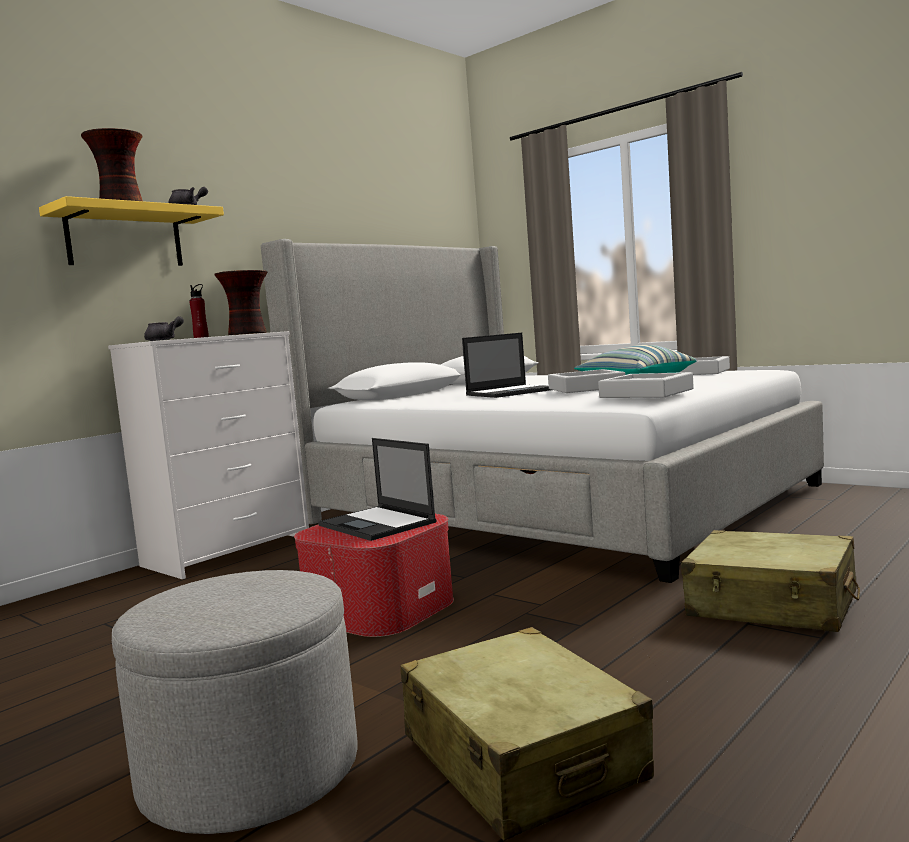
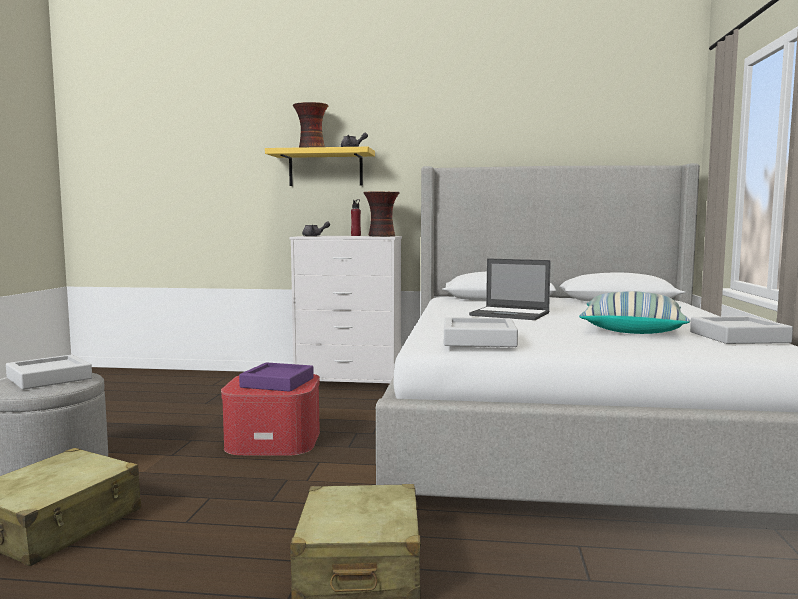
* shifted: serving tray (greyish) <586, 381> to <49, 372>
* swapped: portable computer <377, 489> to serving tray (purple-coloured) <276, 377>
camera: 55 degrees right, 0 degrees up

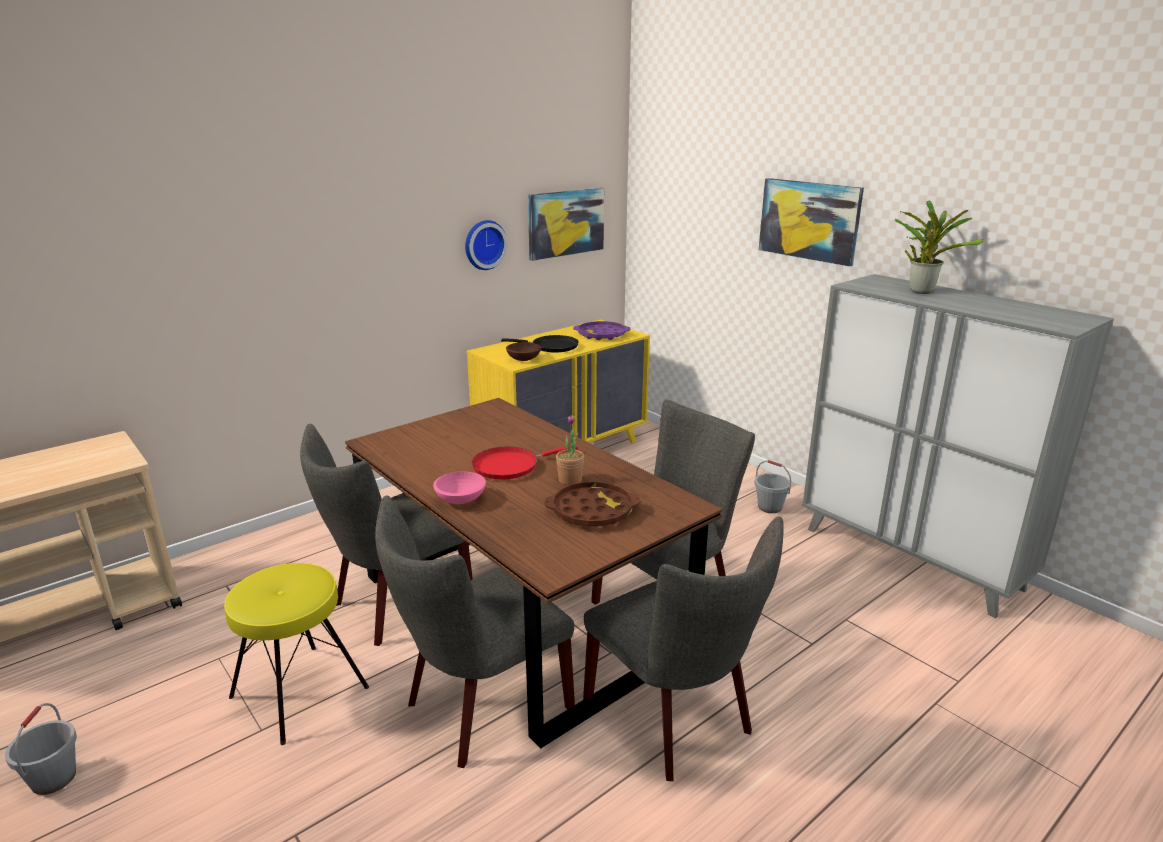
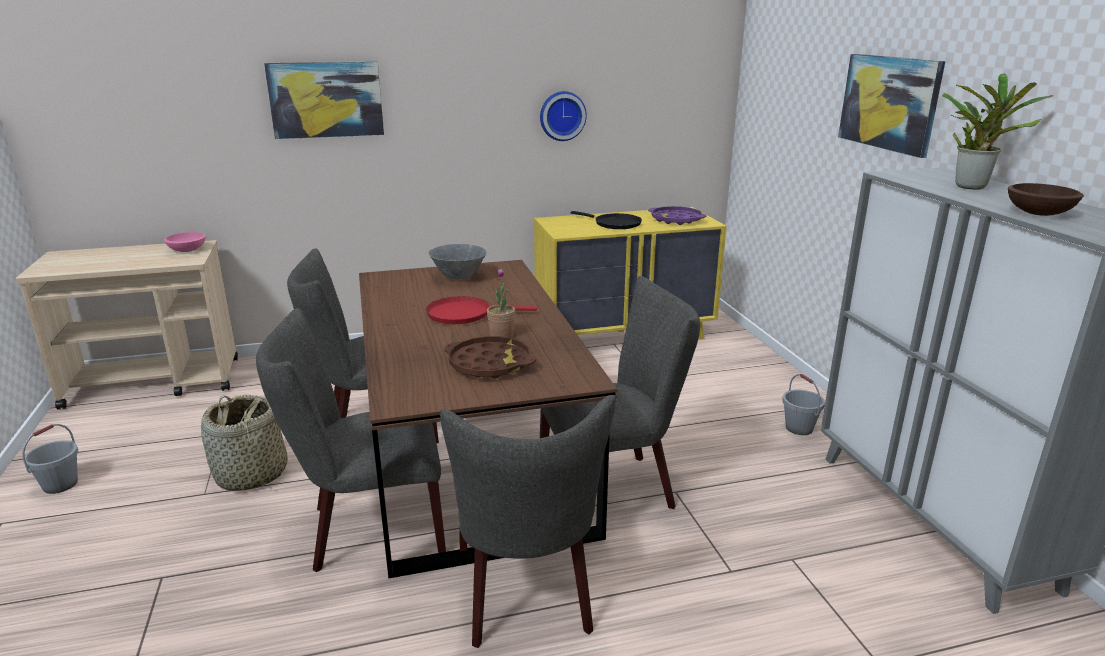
* new: deep dish (greyish) <457, 261>
* shifted: deep dish (pink-coloured) <459, 488> to <185, 242>
* shifted: deep dish (brown-coloured) <523, 351> to <1046, 199>
* shifted: picture <566, 224> to <324, 100>
* swapped: stool seat (yellowish) <296, 654> to household basket <244, 443>
camera: 25 degrees right, 0 degrees up

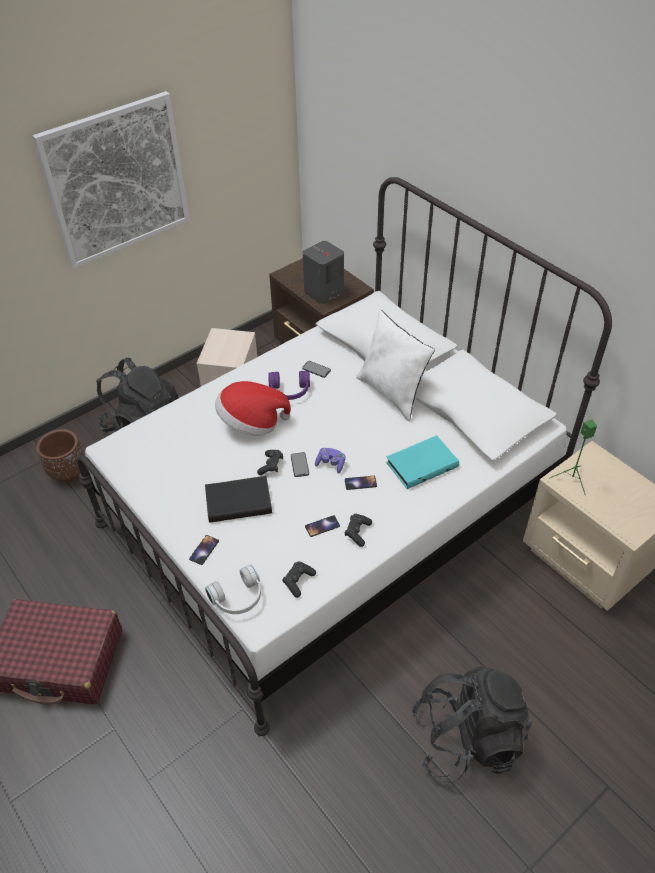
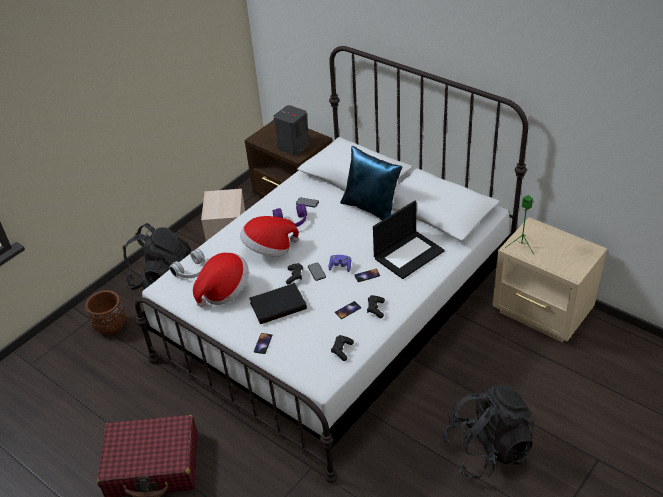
* gone: picture <111, 180>
* new: wearable hat <221, 280>
* shifted: headset (white-coloured) <233, 589> to <188, 263>
* swapped: book (turquoise-coloured) <422, 462> to portable computer <409, 240>
* repainted: pillow (white-coloured) <395, 365> to pillow (bluish) <371, 183>
camera: 10 degrees left, 5 degrees down

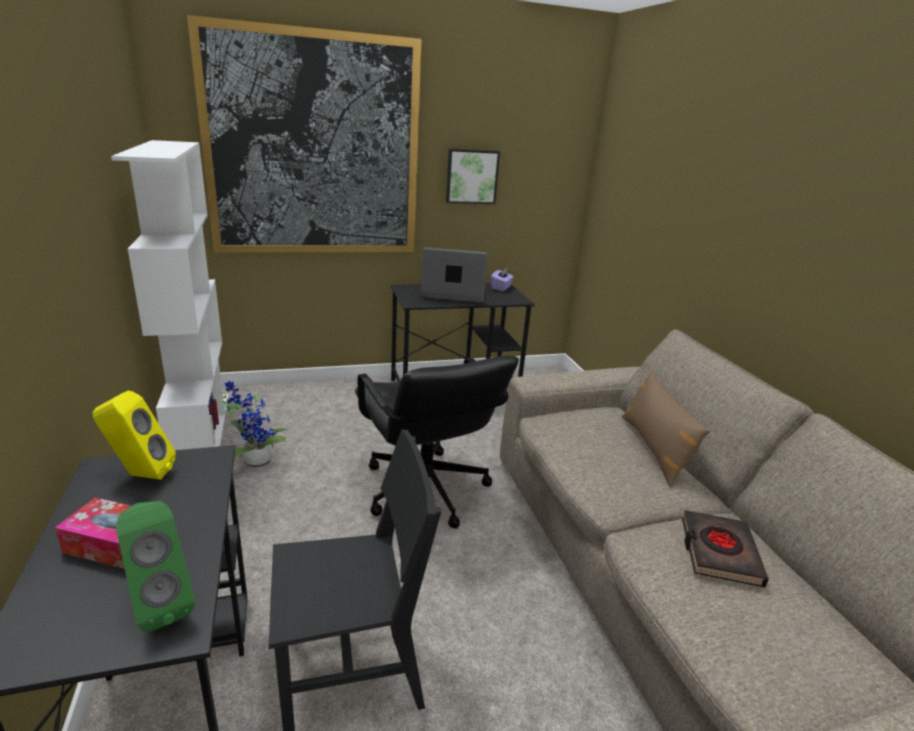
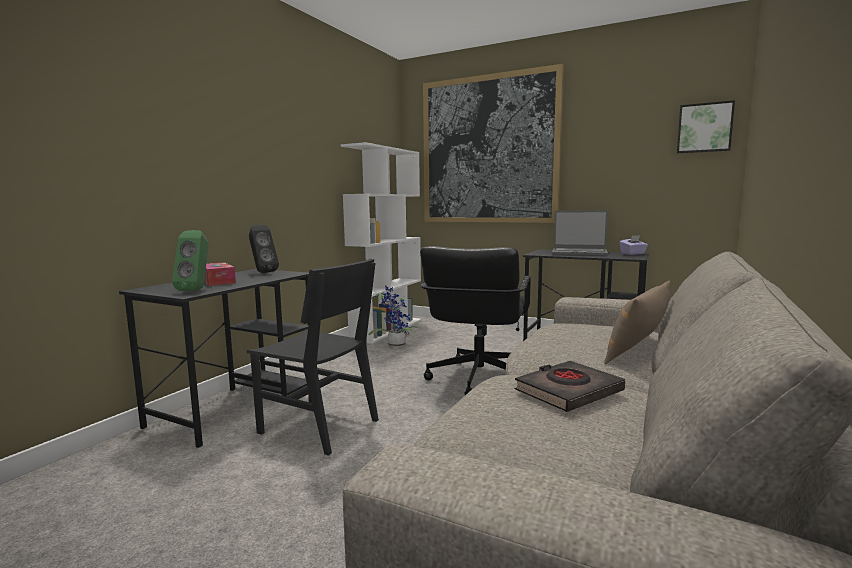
* shifted: picture <473, 176> to <706, 126>
* repainted: audio speaker (yellowish) <134, 435> to audio speaker (blackish) <264, 249>
* rotated: portable computer <454, 275> = <580, 233> 150 degrees clockwise
camera: 45 degrees right, 15 degrees down

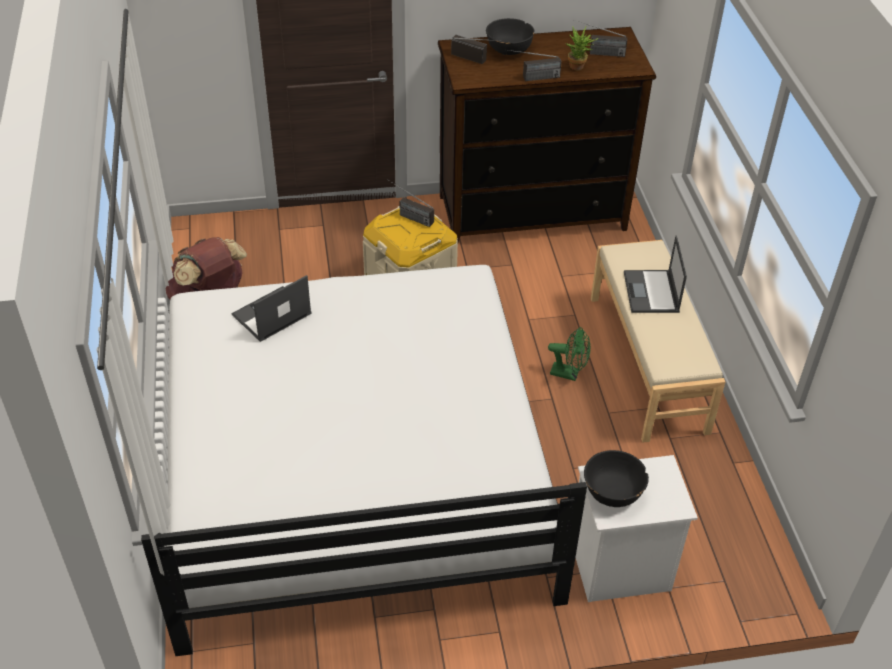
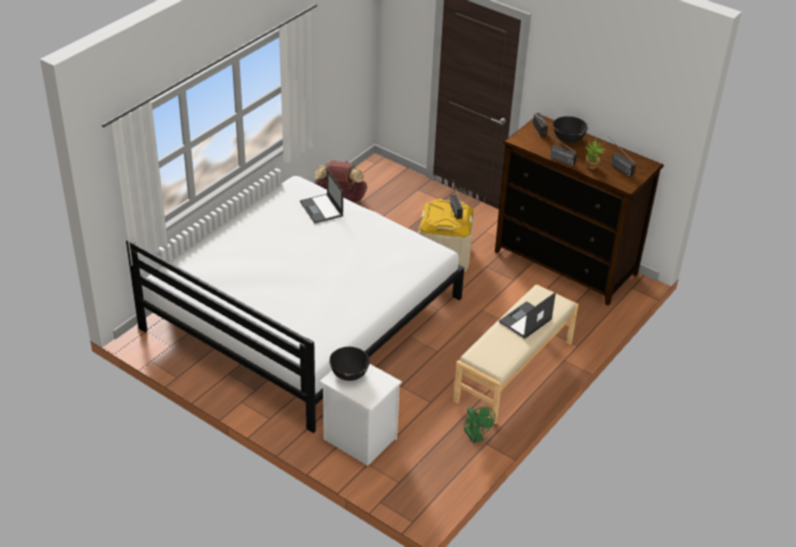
* shifted: fan (green) <569, 354> to <479, 425>
* rotated: portable computer <271, 308> = <321, 196> 120 degrees counterclockwise
camera: 45 degrees right, 5 degrees down

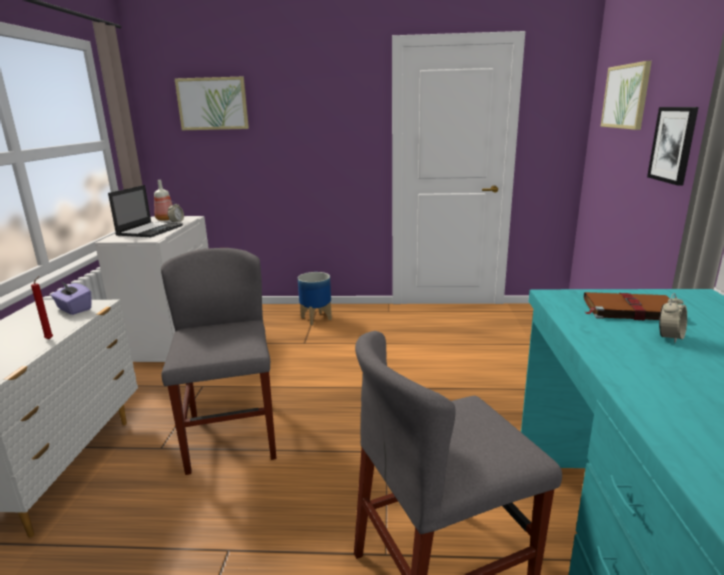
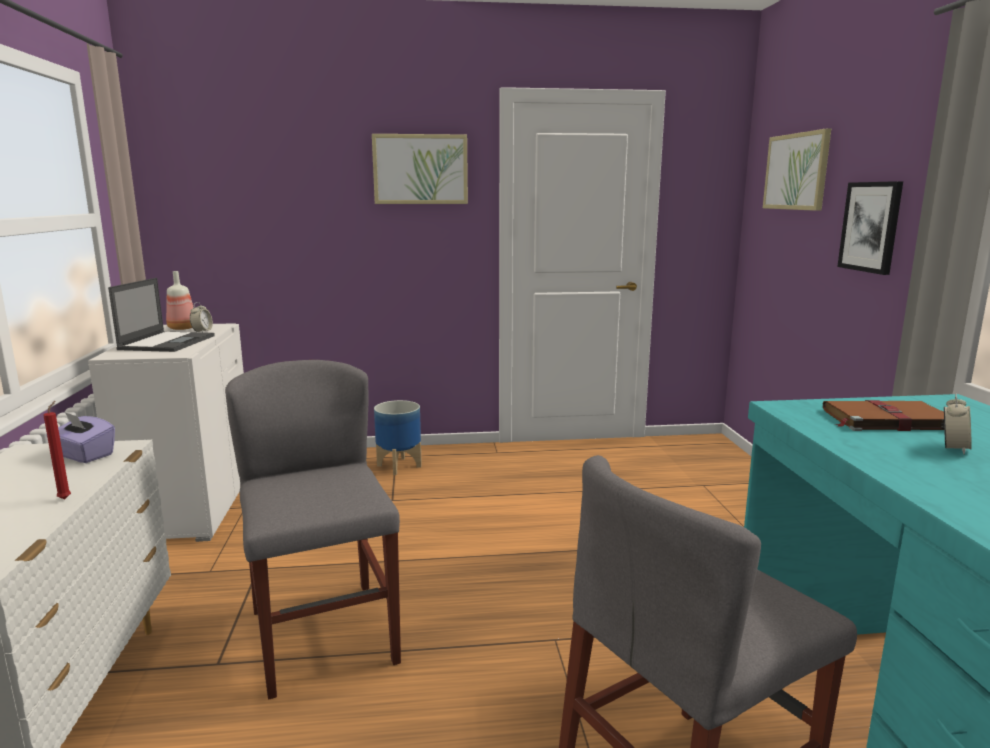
* shifted: picture <212, 103> to <420, 169>
camera: 10 degrees left, 5 degrees down

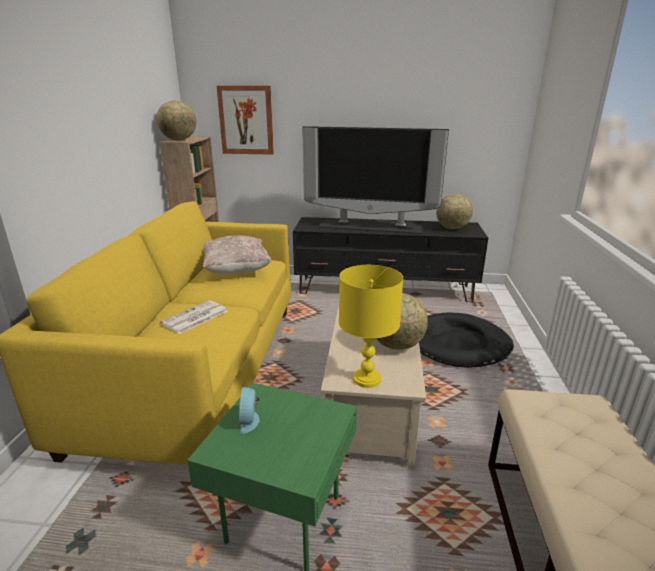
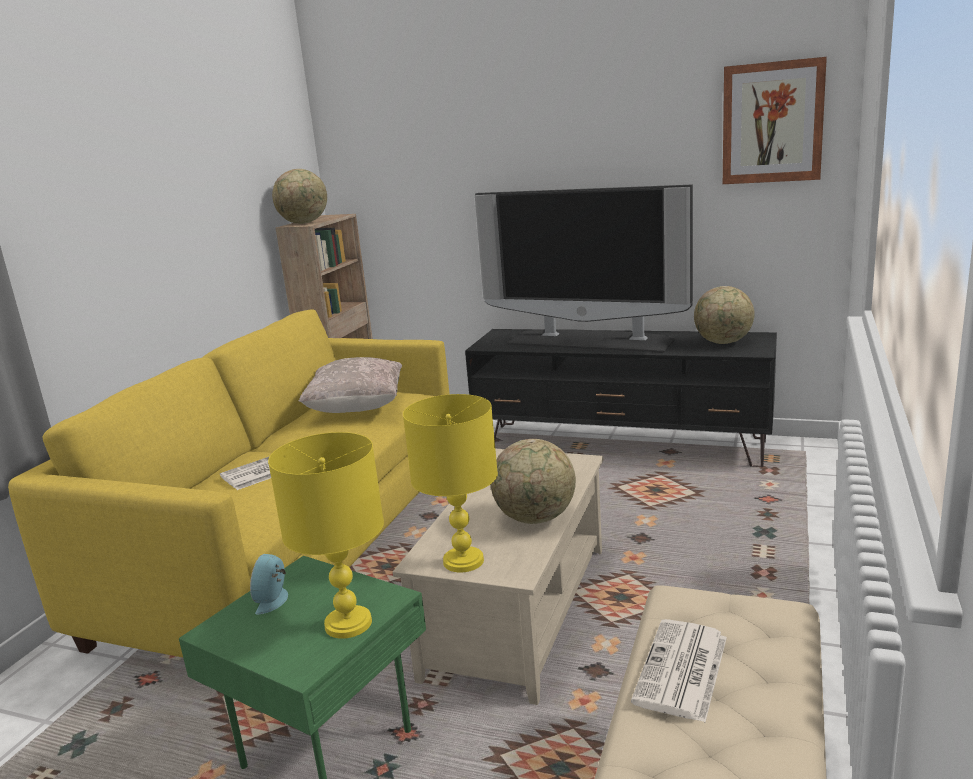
* gone: pet bed (blackish) <466, 340>
* new: table lamp (yellowish) <326, 535>
* new: printed paper <679, 670>
* shifted: picture <245, 120> to <775, 120>
camera: 15 degrees right, 5 degrees down

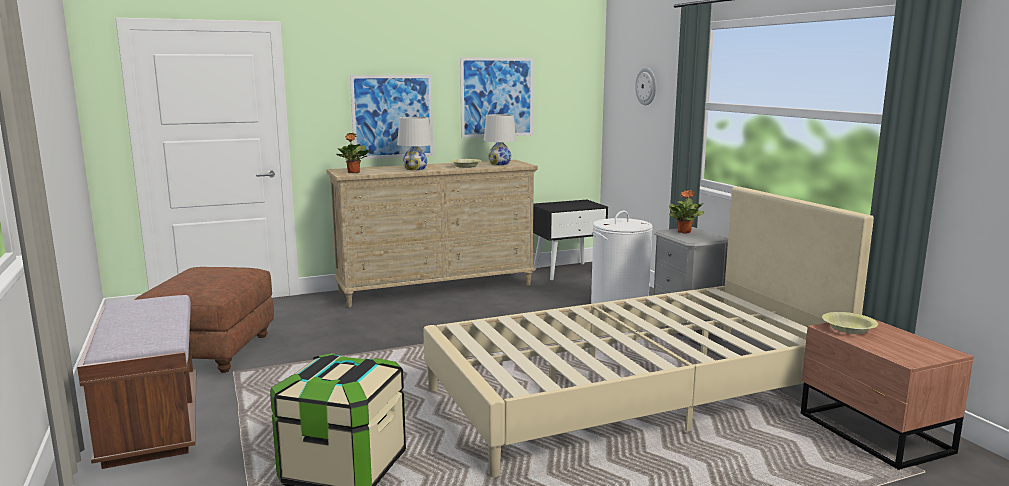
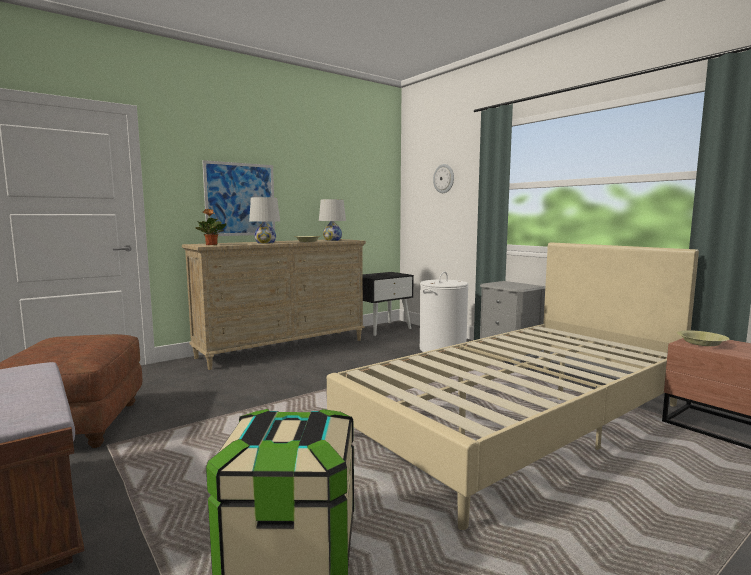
* gone: picture <497, 97>
* gone: potted plant <686, 211>
camera: 15 degrees left, 5 degrees down

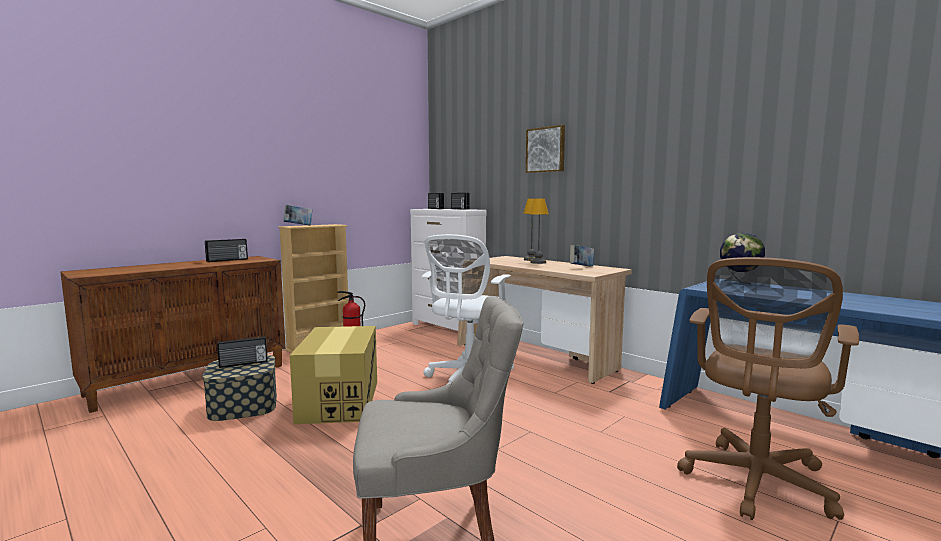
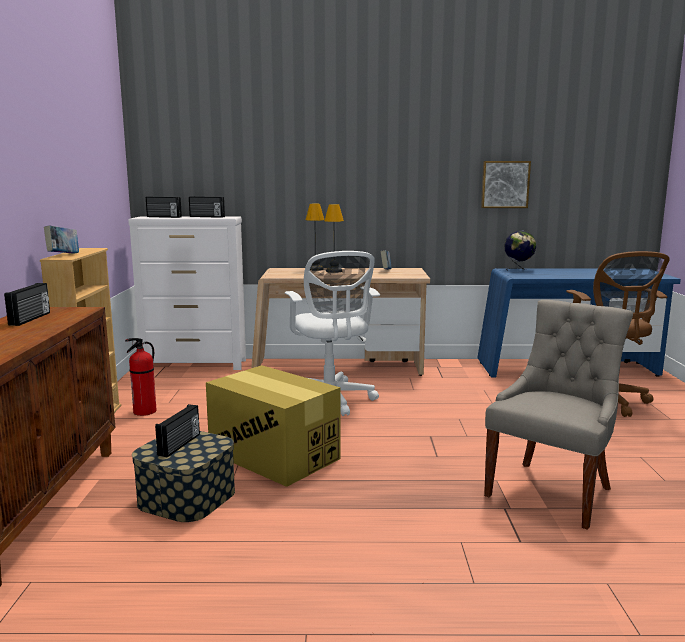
* shifted: picture <545, 149> to <506, 184>
camera: 45 degrees left, 5 degrees up

